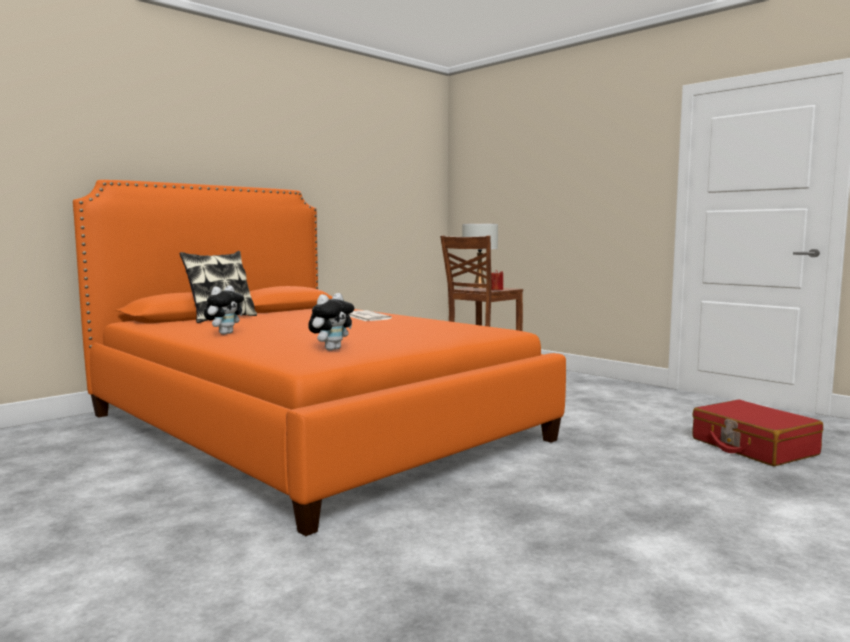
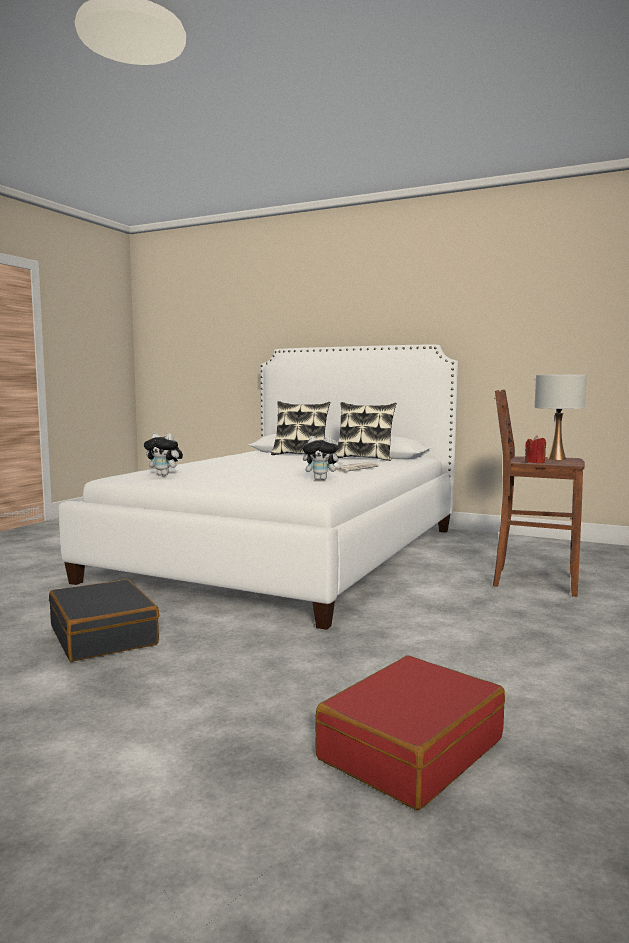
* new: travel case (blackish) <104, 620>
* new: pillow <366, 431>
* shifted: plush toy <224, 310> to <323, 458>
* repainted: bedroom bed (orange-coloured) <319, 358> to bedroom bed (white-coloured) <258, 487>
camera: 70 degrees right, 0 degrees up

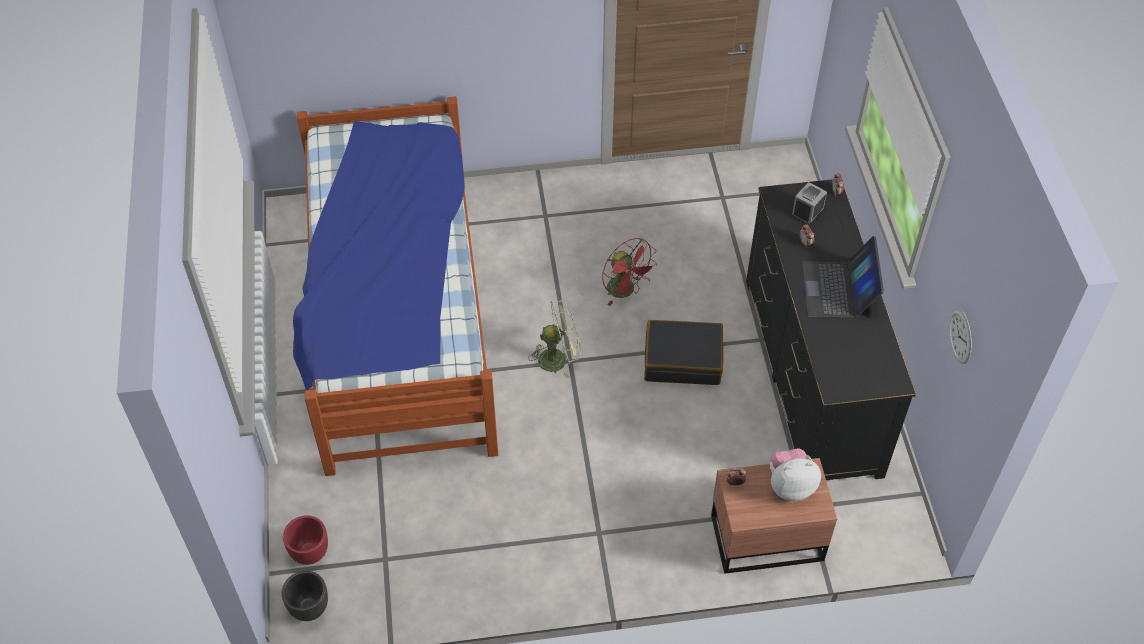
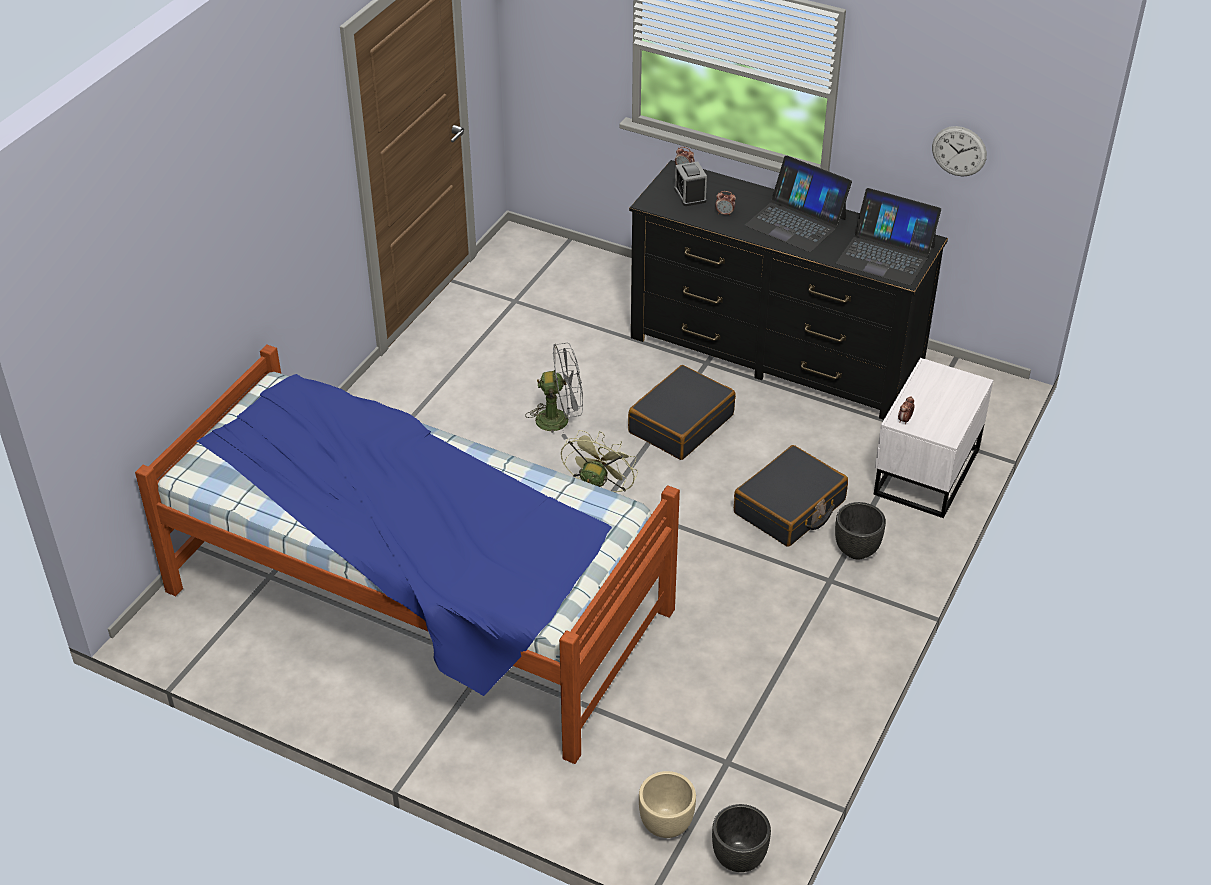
* gone: plush toy <795, 474>
* new: travel case (blackish) <791, 496>
* new: plant pot (blackish) <860, 530>
* new: portable computer <888, 236>
* repainted: plant pot (red-coloured) <305, 540> to plant pot (sand-coloured) <667, 804>
* repainted: fan (red-coloured) <629, 272> to fan (greyish) <554, 391>
* repainted: nightstand (brown-coloured) <774, 516> to nightstand (white-coloured) <933, 438>
camera: 55 degrees left, 10 degrees down

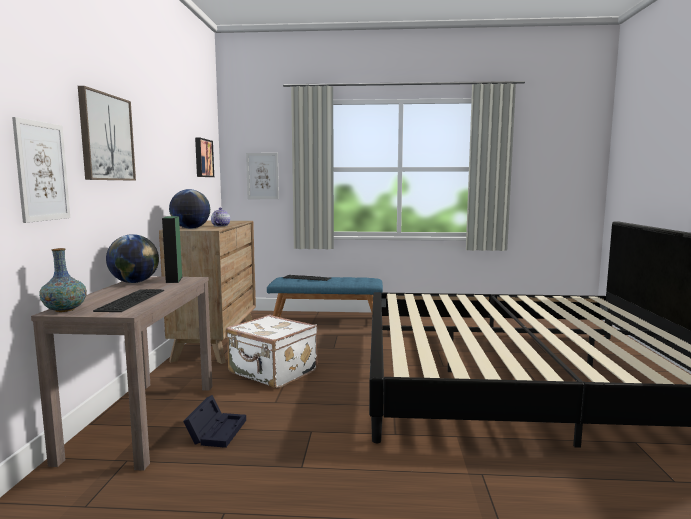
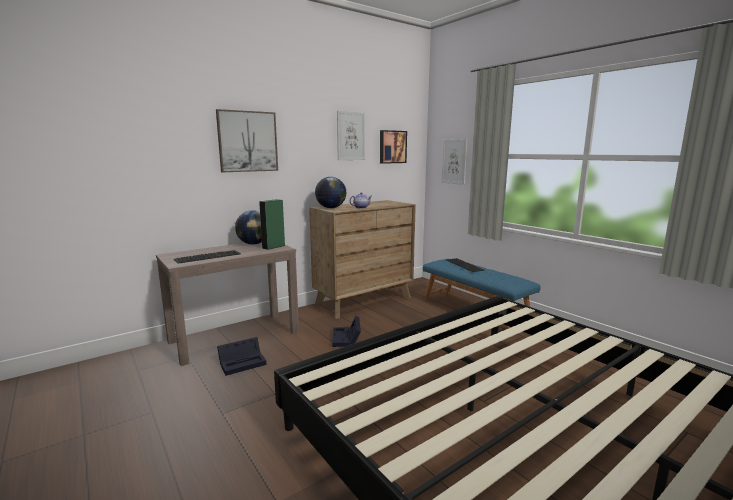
* gone: vase <63, 280>
* shifted: picture <41, 170> to <351, 135>
* swapped: travel case (white-coloured) <272, 351> to storage box (blackish) <346, 331>
camera: 50 degrees right, 5 degrees up

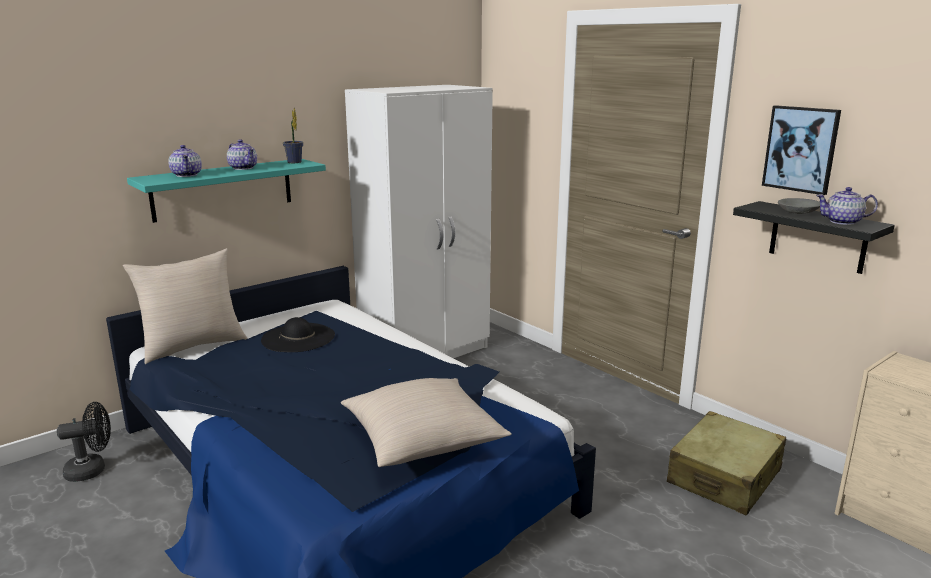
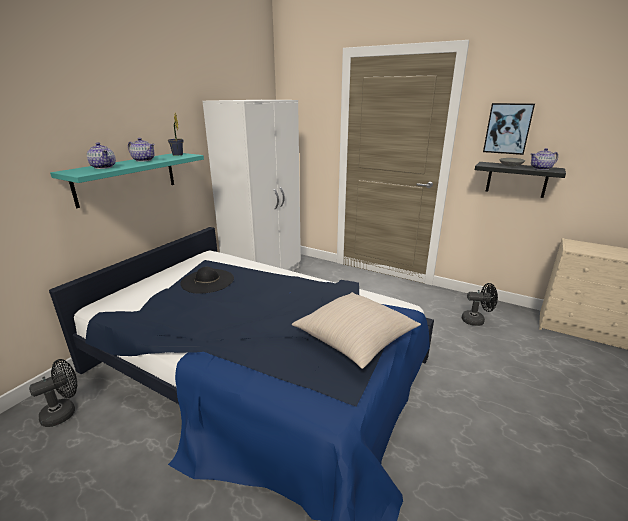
* gone: pillow (sand-coloured) <185, 306>
* swapped: travel case (sand-coloured) <726, 463> to fan (blackish) <479, 304>
camera: 20 degrees left, 5 degrees up

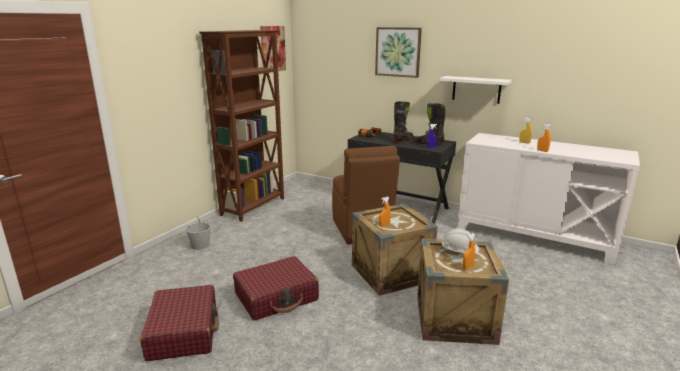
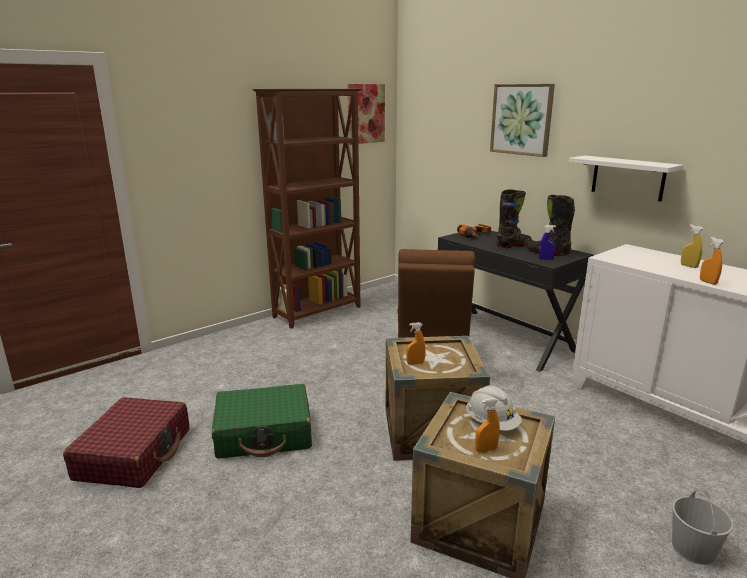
* shifted: water bucket (white-coloured) <198, 233> to <702, 527>
* repainted: travel case (red-coloured) <276, 288> to travel case (green) <262, 421>
camera: 20 degrees right, 0 degrees up

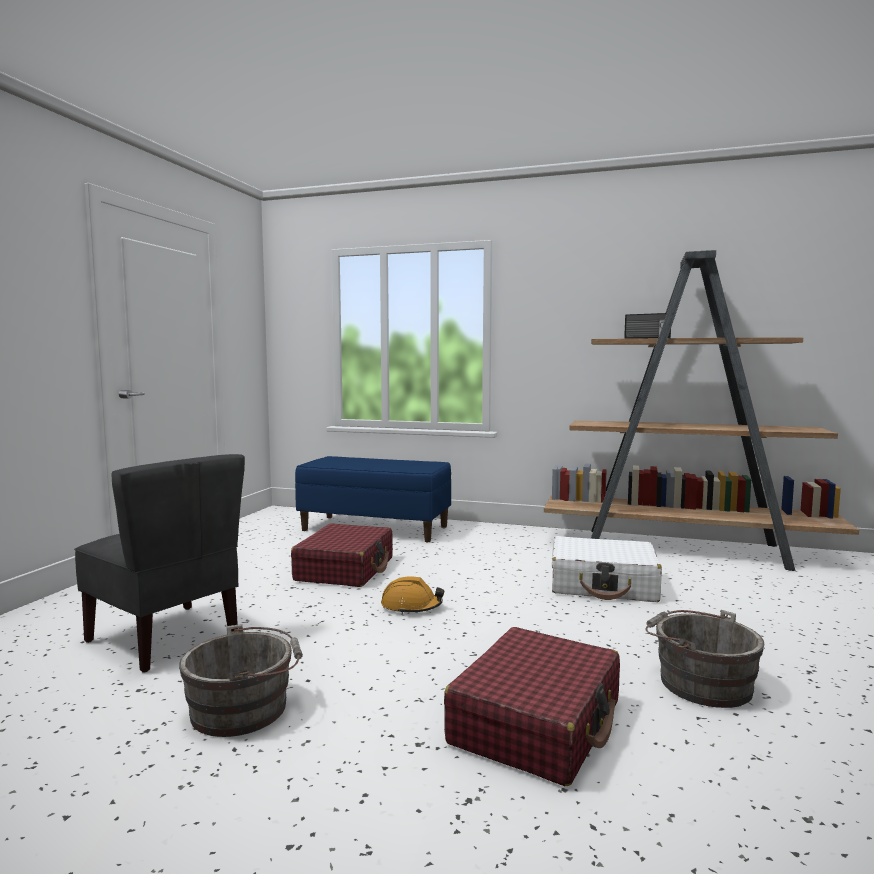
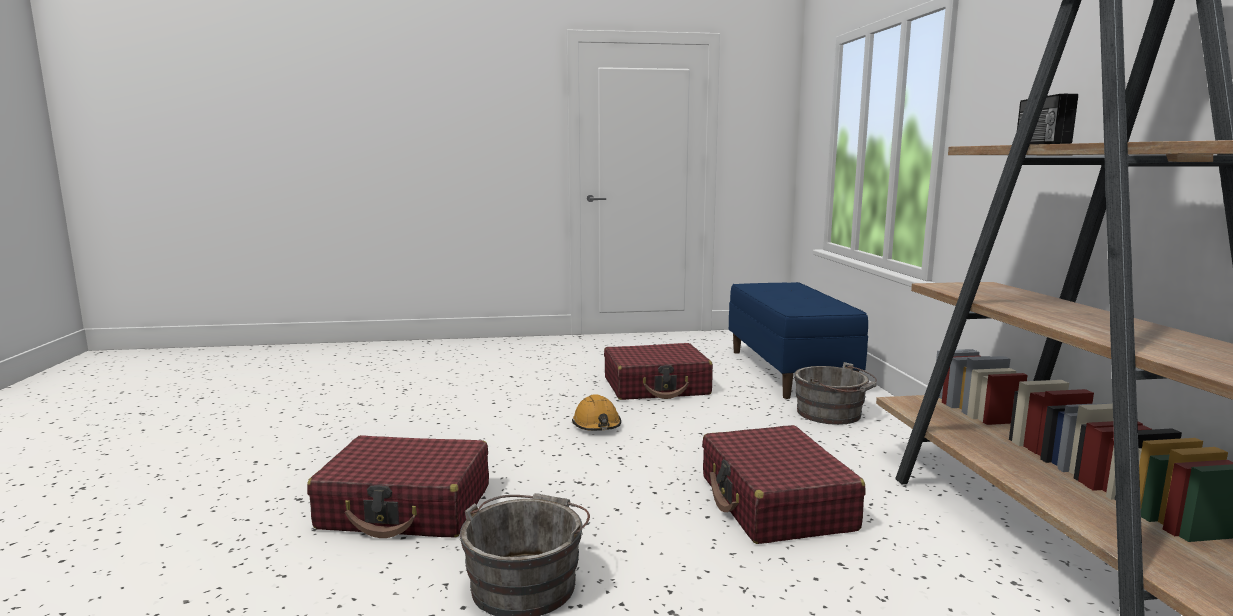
* gone: plain chair (greyish) <159, 563>
* shifted: water bucket (greyish) <241, 680> to <835, 393>
* repainted: travel case (white-coloured) <607, 569> to travel case (red-coloured) <784, 484>
camera: 65 degrees right, 5 degrees up

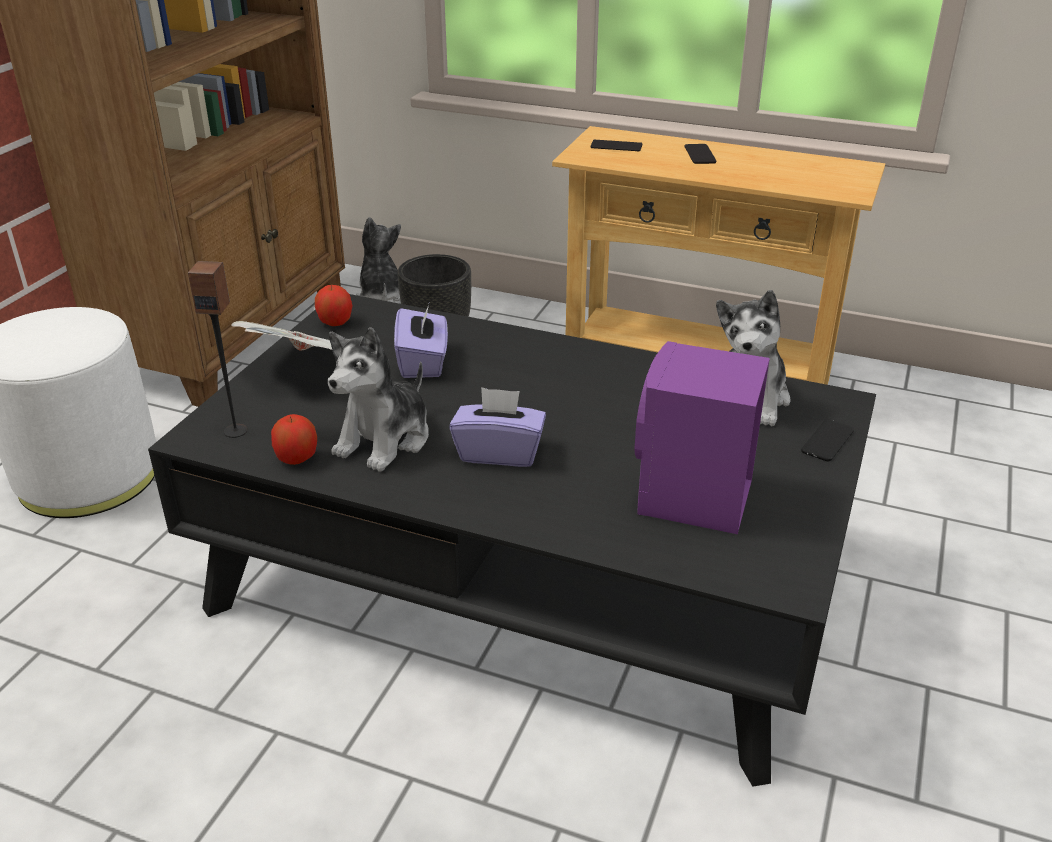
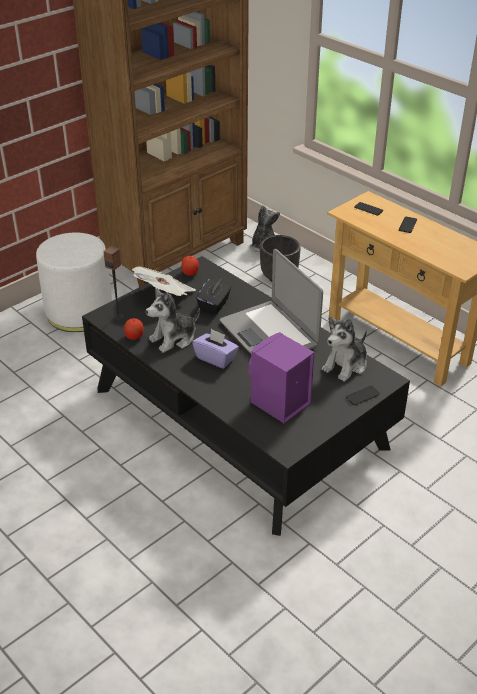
* new: portable computer <271, 301>
* repainted: tissue holder (purple-coloured) <421, 339> to tissue holder (blackish) <214, 296>
camera: 25 degrees right, 5 degrees up

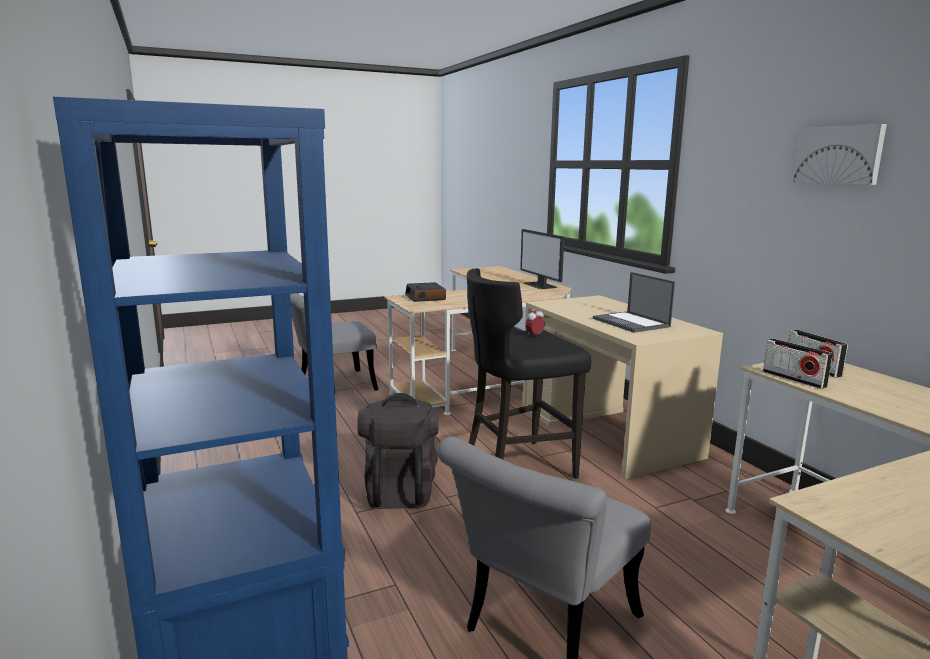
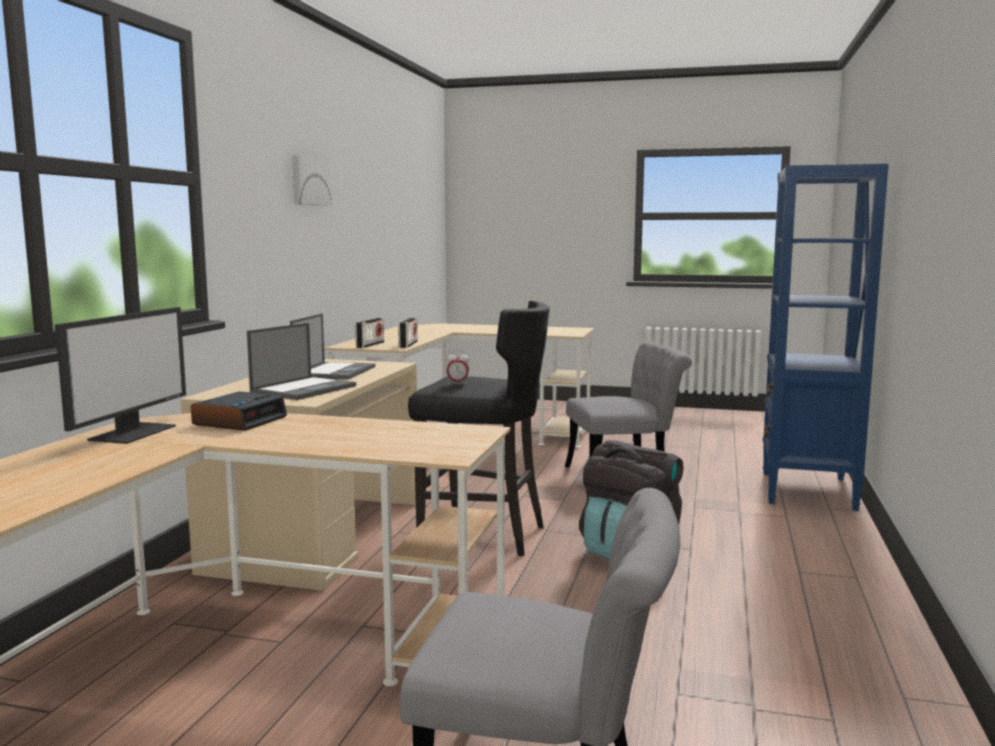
* new: portable computer <301, 361>
* shifted: alarm clock <425, 292> to <239, 411>
camera: 140 degrees left, 5 degrees down

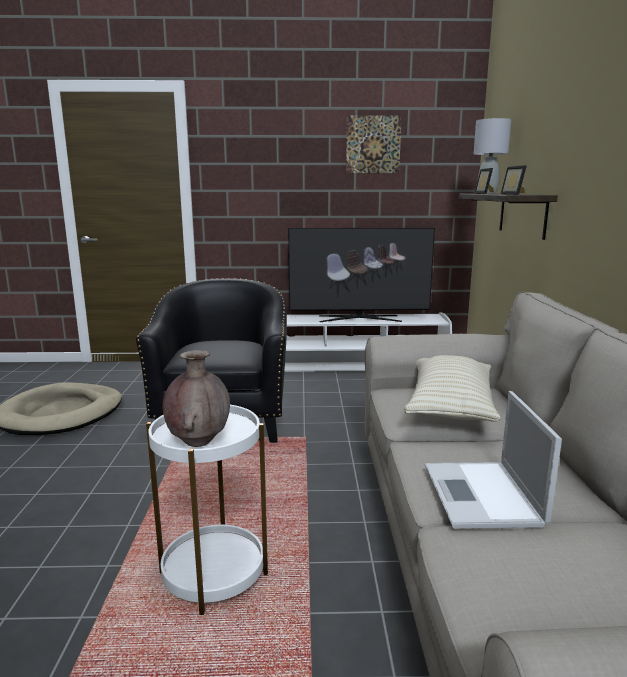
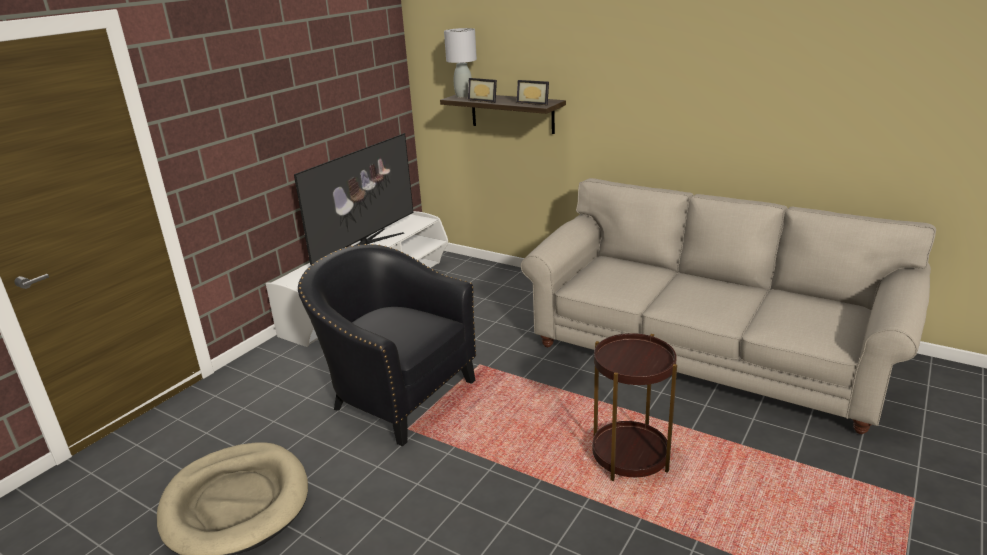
* gone: vase (brown-coloured) <196, 398>
* gone: picture <374, 144>
* gone: pillow (sand-coloured) <452, 388>
* gone: portable computer <493, 460>
* repainted: side table (white-coloured) <207, 510> to side table (brown-coloured) <634, 407>
camera: 55 degrees left, 10 degrees up

